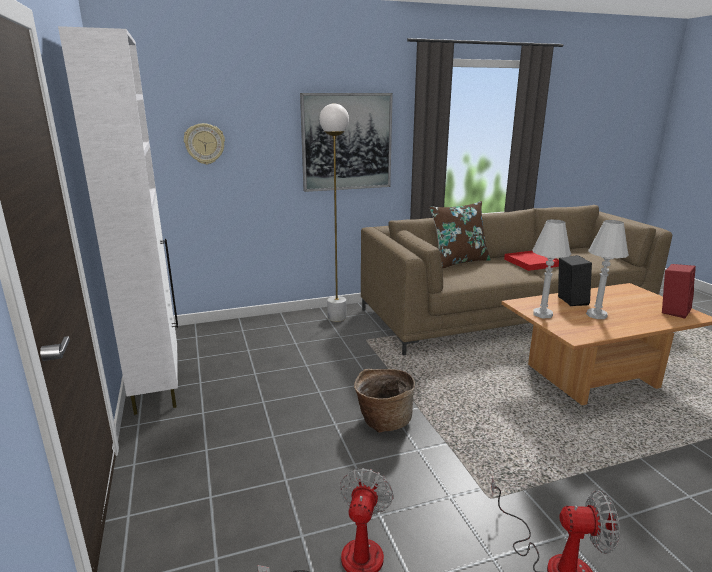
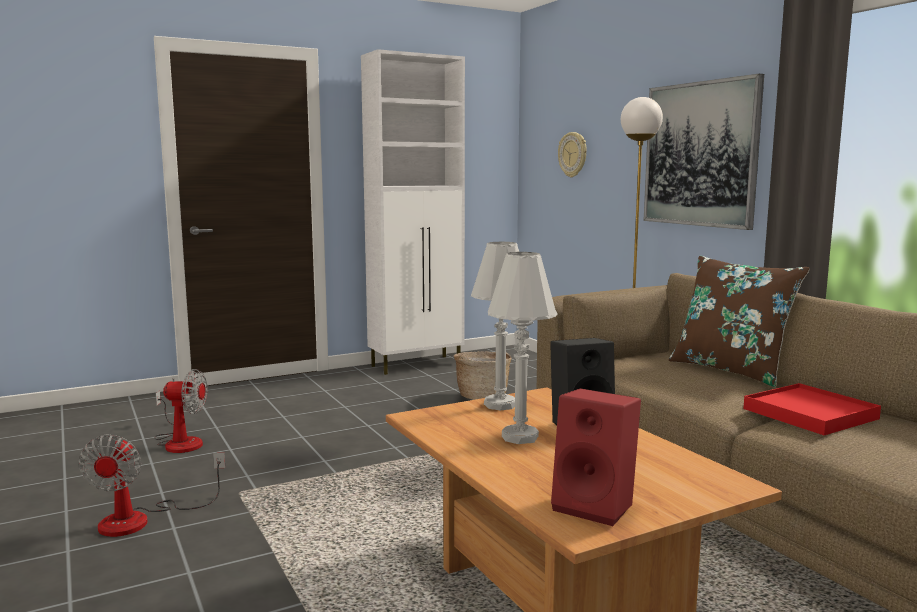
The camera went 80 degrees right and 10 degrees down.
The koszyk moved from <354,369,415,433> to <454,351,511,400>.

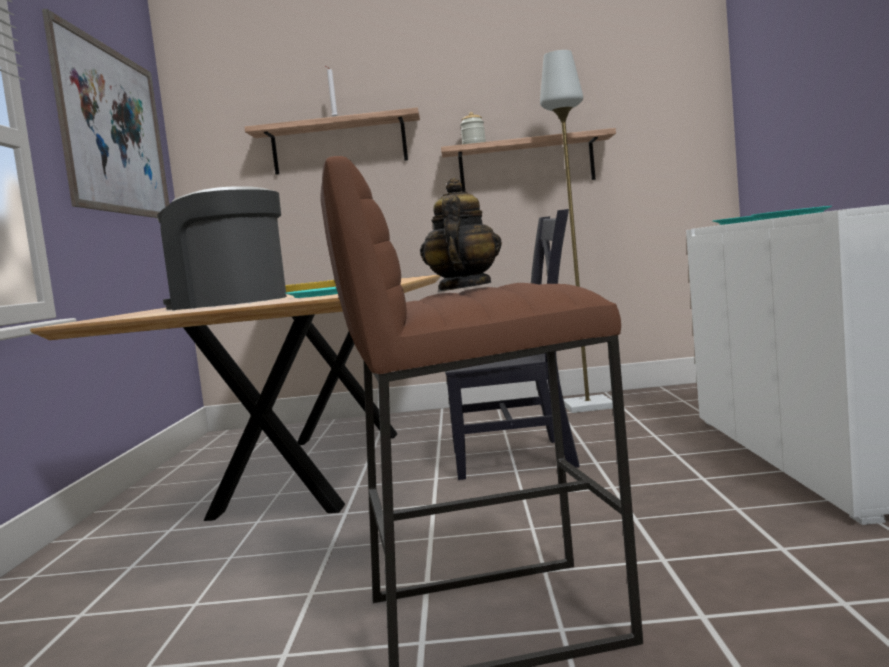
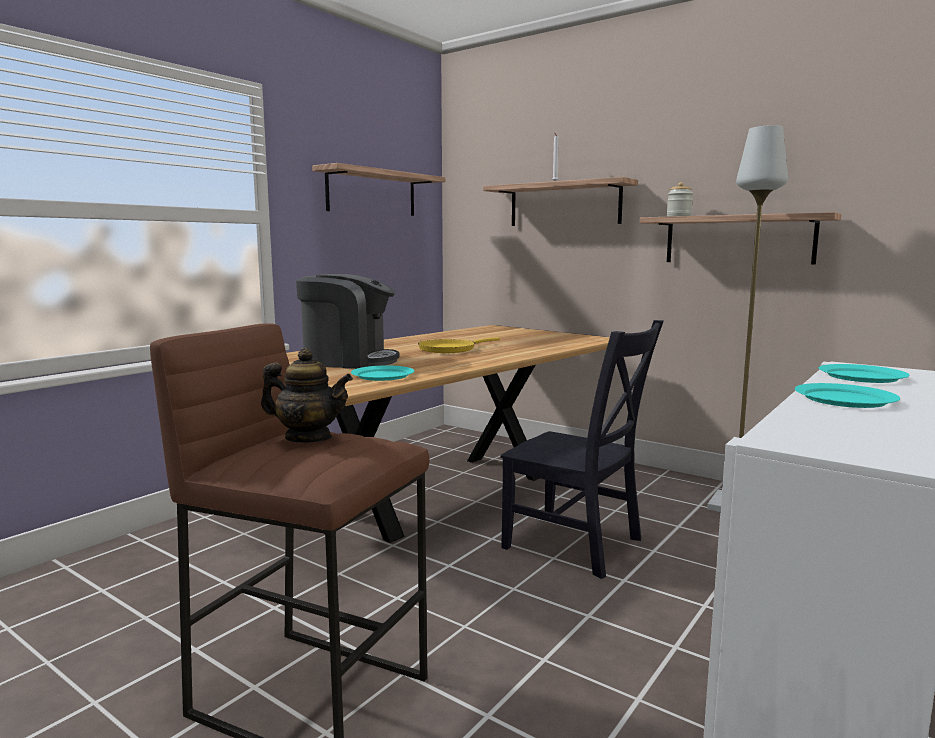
The camera went 35 degrees right and 5 degrees up.
The obraz at <42,9,169,218> was replaced by the półka at <312,163,446,216>.
The ekspres do kawy at <157,186,287,310> turned 135 degrees clockwise.
The imbryk at <420,178,502,292> turned 60 degrees clockwise.

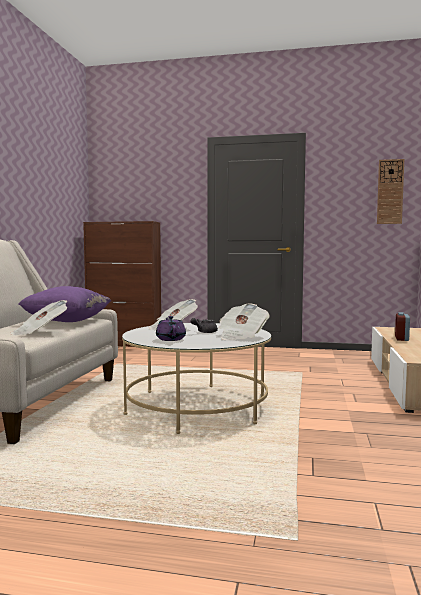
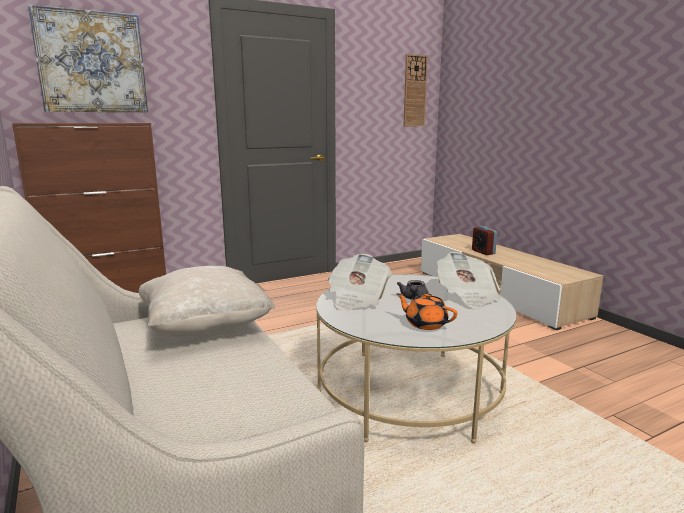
The camera went 40 degrees left and 10 degrees up.
The gazeta at <10,300,68,335> disappeared.
The poduszka/fioletowy at <18,286,111,322> became the poduszka/beżowy at <138,266,275,336>.
The imbryk/fioletowy at <156,316,186,341> became the imbryk/pomarańczowy at <396,293,457,330>.
The obraz at <28,4,148,112> appeared.

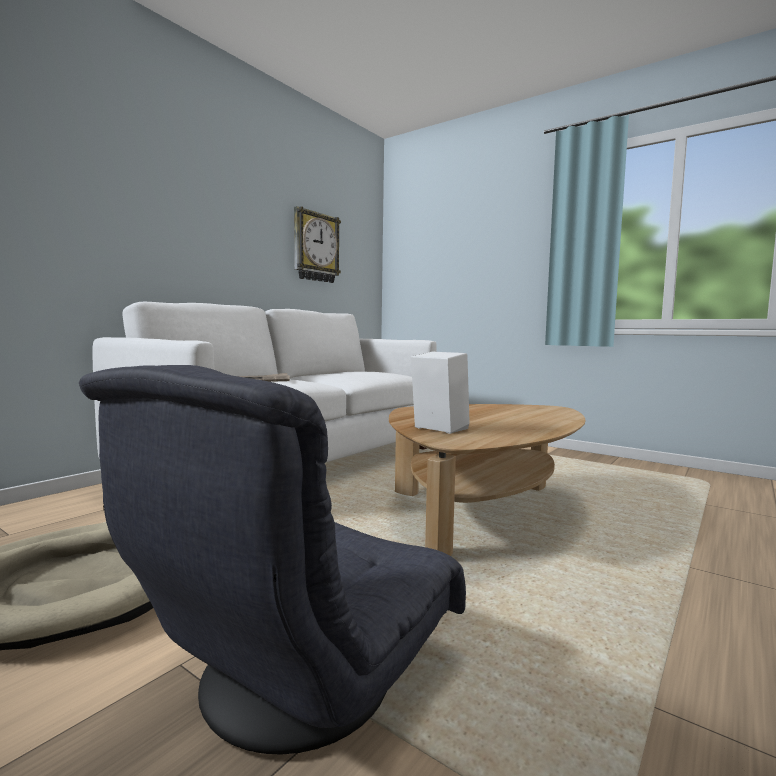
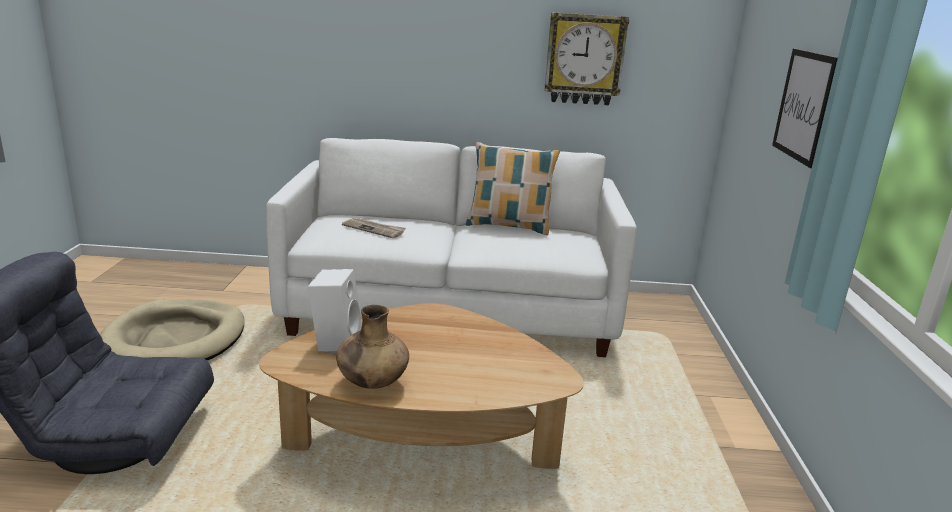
The camera went 55 degrees right and 15 degrees up.
The wazon/brązowy at <336,305,409,389> appeared.
The poduszka at <466,142,560,235> appeared.
The obraz at <772,49,838,168> appeared.

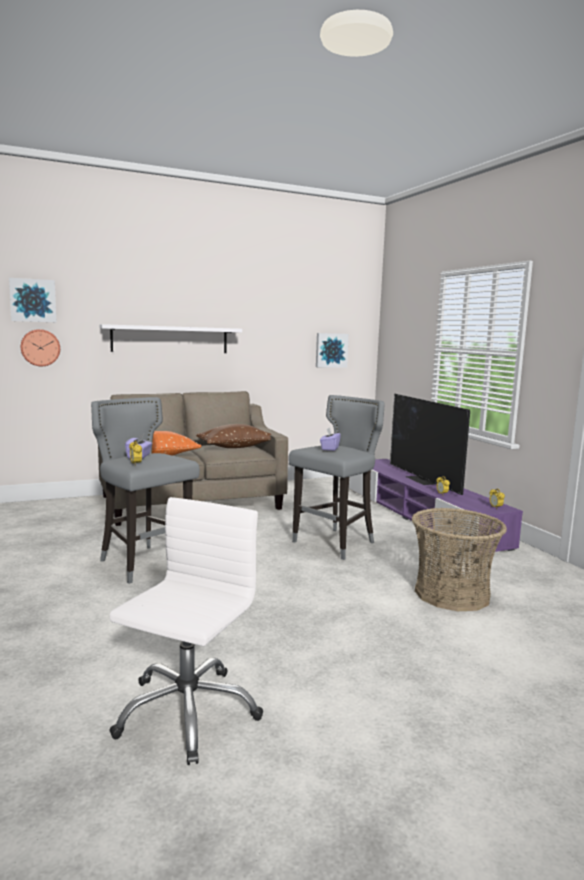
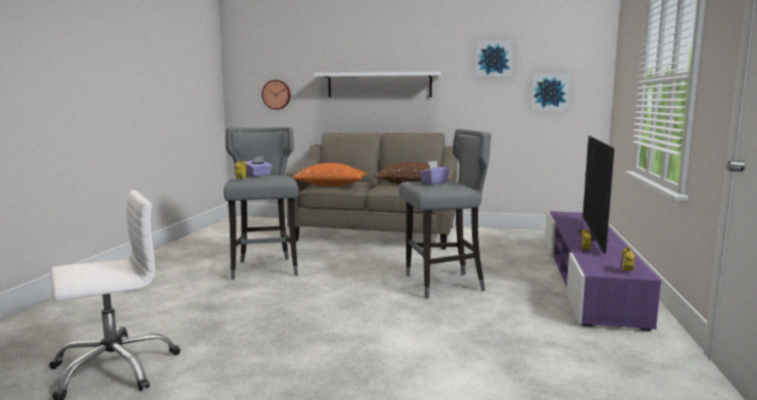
The camera went 35 degrees right and 0 degrees up.
The obraz moved from <9,278,57,322> to <475,40,514,78>.
The koszyk at <412,508,507,611> disappeared.

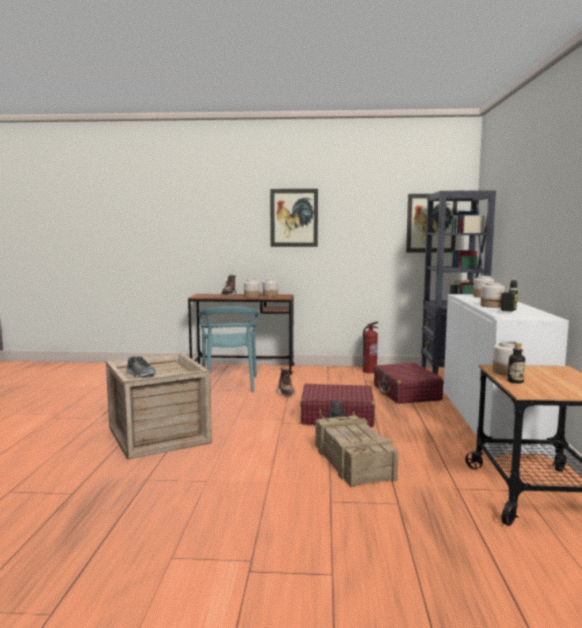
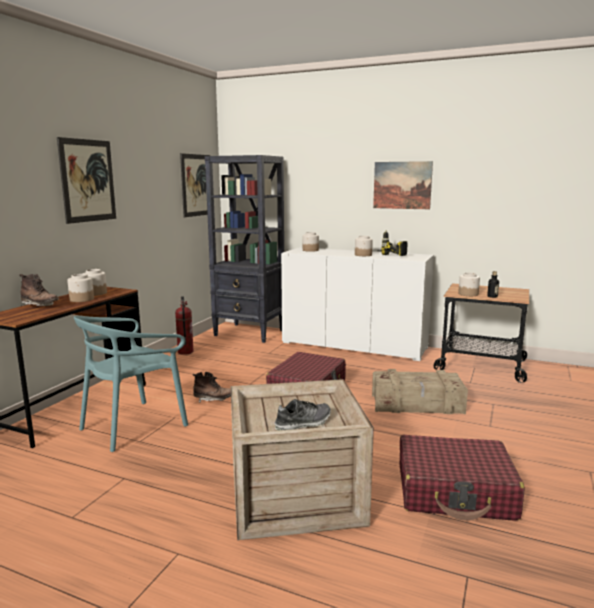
The camera went 70 degrees left and 5 degrees up.
The krzesło/turkusowy at <198,306,259,392> turned 120 degrees clockwise.
The walizka/czerwony moved from <374,363,444,404> to <400,435,525,521>.
The obraz at <373,161,433,209> appeared.

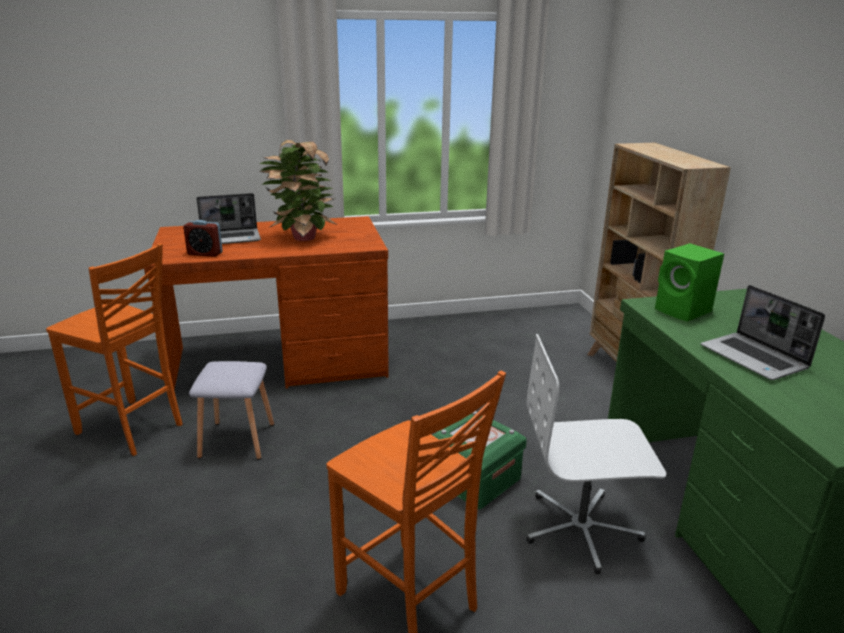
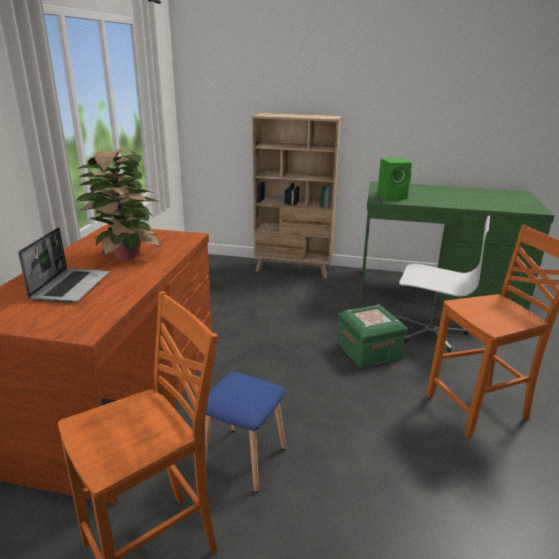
The camera went 65 degrees left and 0 degrees up.
The budzik at <183,220,223,257> disappeared.
The stołek/szary at <189,361,274,460> became the stołek/niebieski at <205,372,287,493>.
The krzesło biurowe/biały at <526,334,666,574> turned 90 degrees counterclockwise.
The laptop at <701,285,825,380> disappeared.

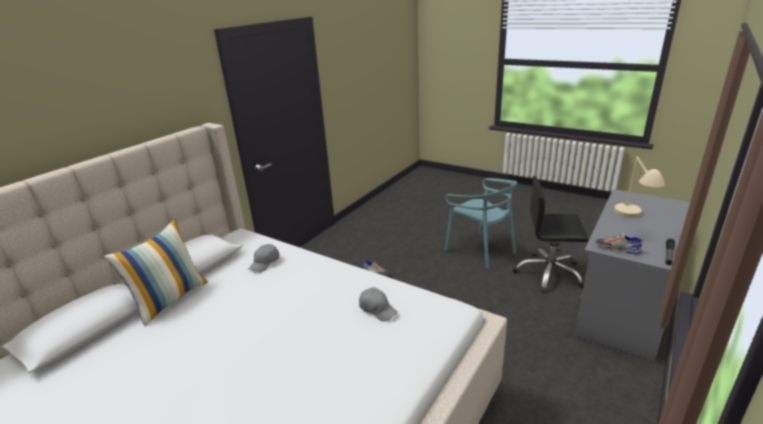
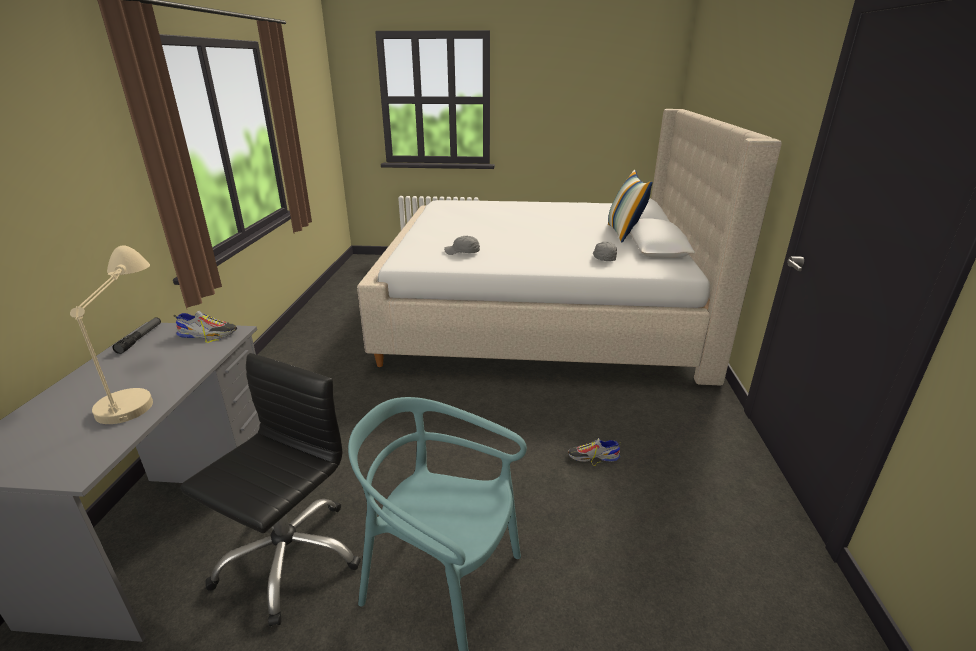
The camera went 150 degrees right and 0 degrees up.
The krzesło biurowe/czarny at <513,176,589,293> turned 45 degrees counterclockwise.

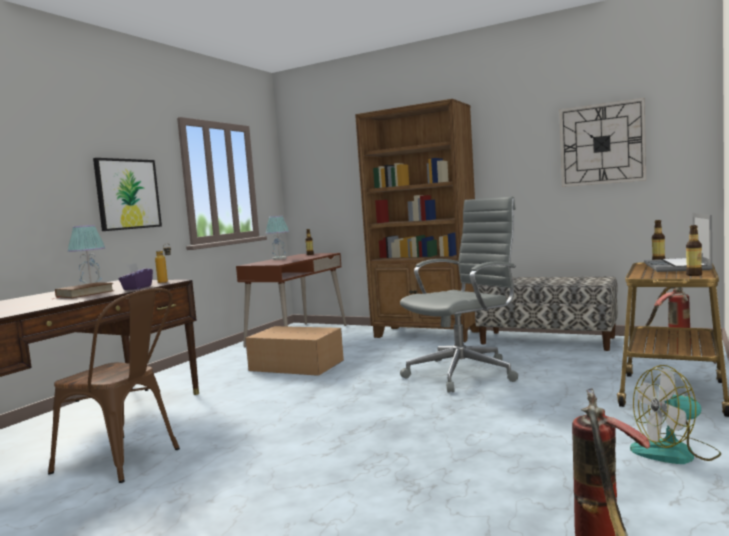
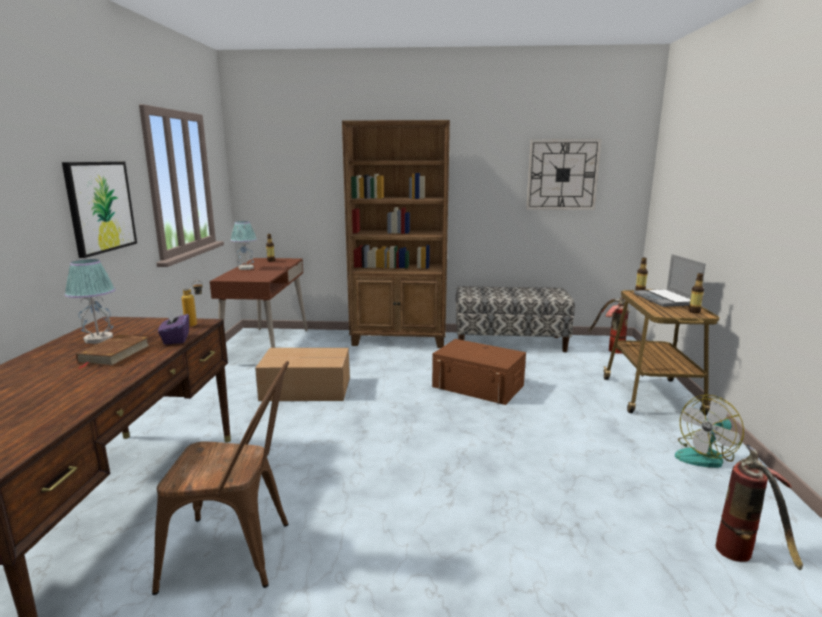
The camera went 25 degrees left and 10 degrees up.
The krzesło biurowe/szary at <400,197,518,393> was replaced by the pojemnik do przechowywania/brązowy at <432,339,526,405>.

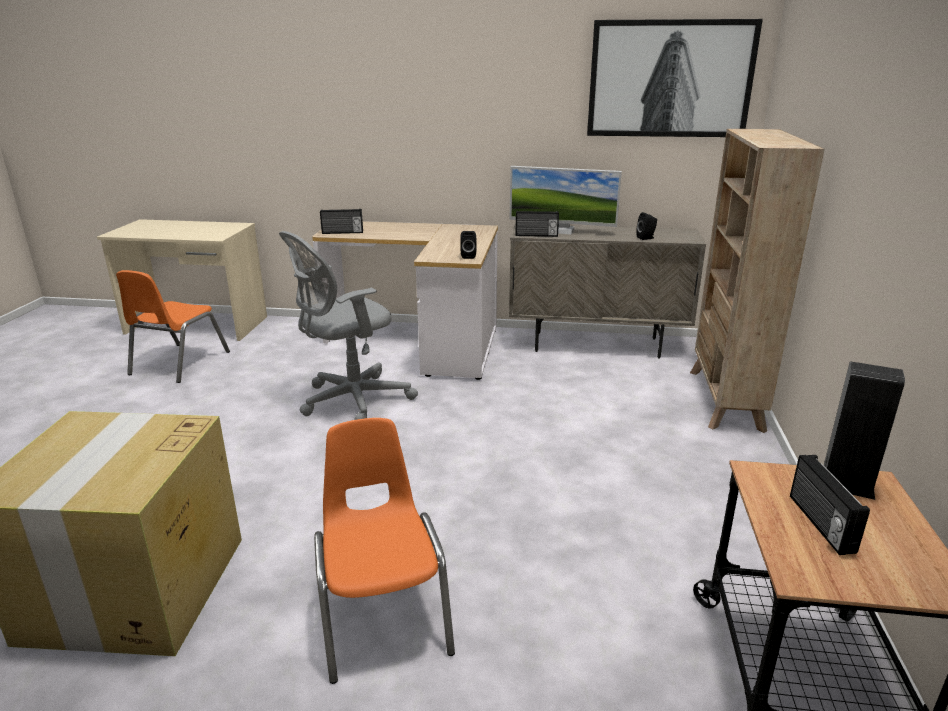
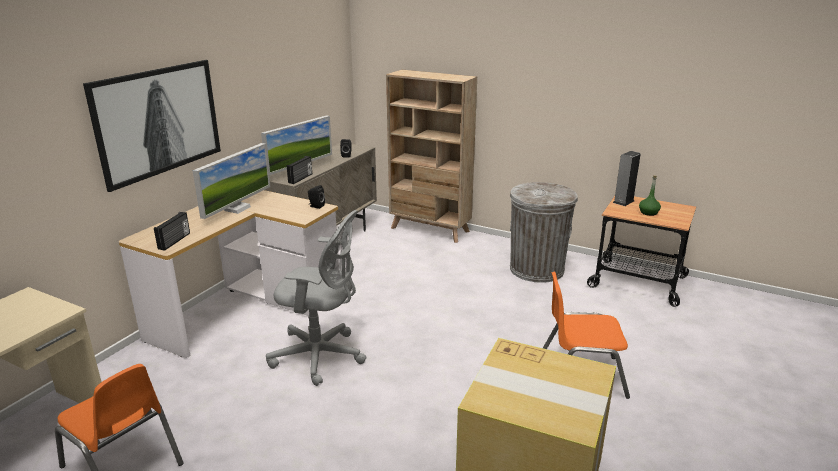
The camera went 70 degrees left and 0 degrees up.
The krzesło biurowe/szary at <279,231,418,420> turned 60 degrees counterclockwise.
The obraz moved from <587,19,763,137> to <83,60,221,192>.
The radio at <790,455,870,555> was replaced by the butelka/zielony at <639,175,661,216>.
The monitor at <193,143,271,219> appeared.
The kosz na śmieci/szary at <510,182,578,283> appeared.

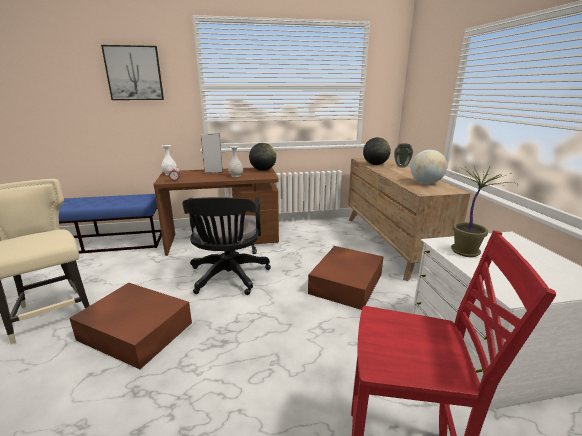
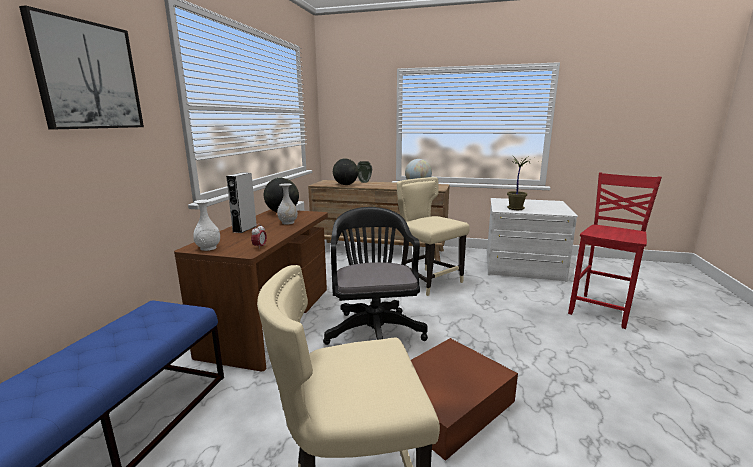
The camera went 65 degrees left and 5 degrees down.
The krzesło biurowe/czarny at <182,197,271,295> turned 120 degrees counterclockwise.
The pojemnik do przechowywania/brązowy at <308,246,384,310> was replaced by the krzesło/beżowy at <397,177,470,296>.

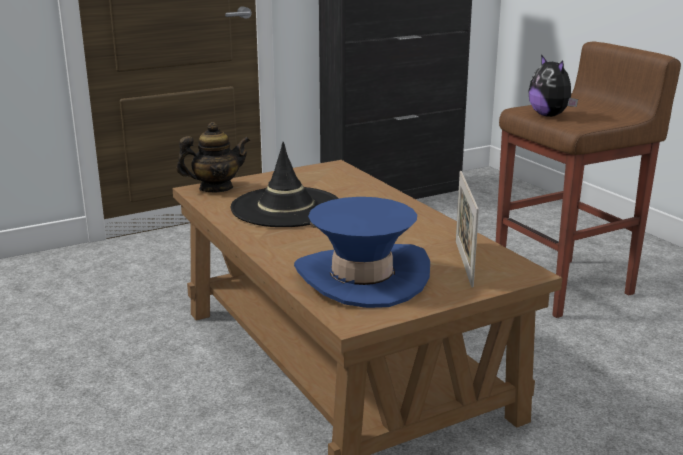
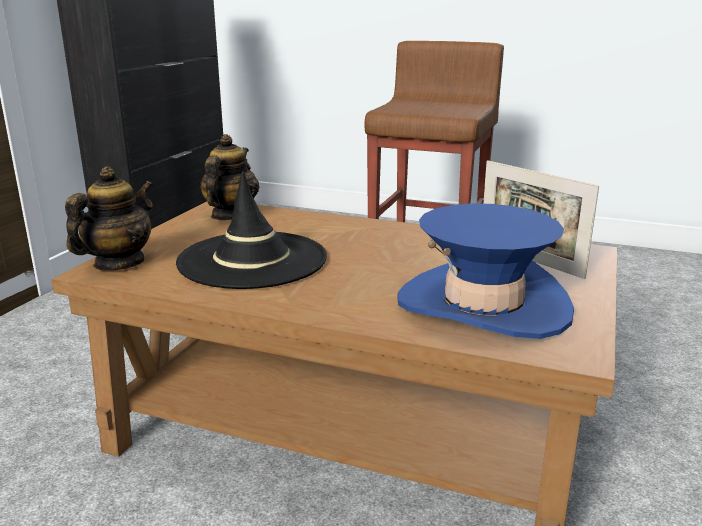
The camera went 40 degrees left and 0 degrees up.
The pluszak at <528,54,578,117> disappeared.
The imbryk at <200,134,260,220> appeared.

